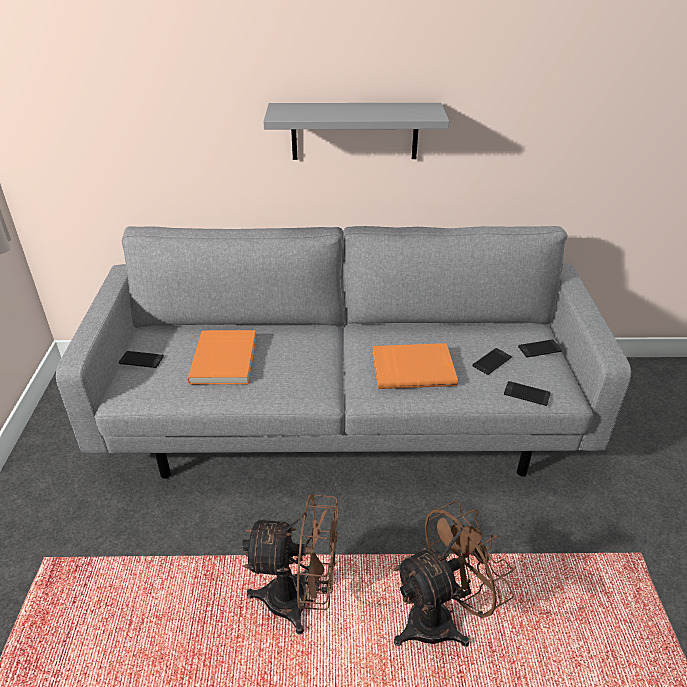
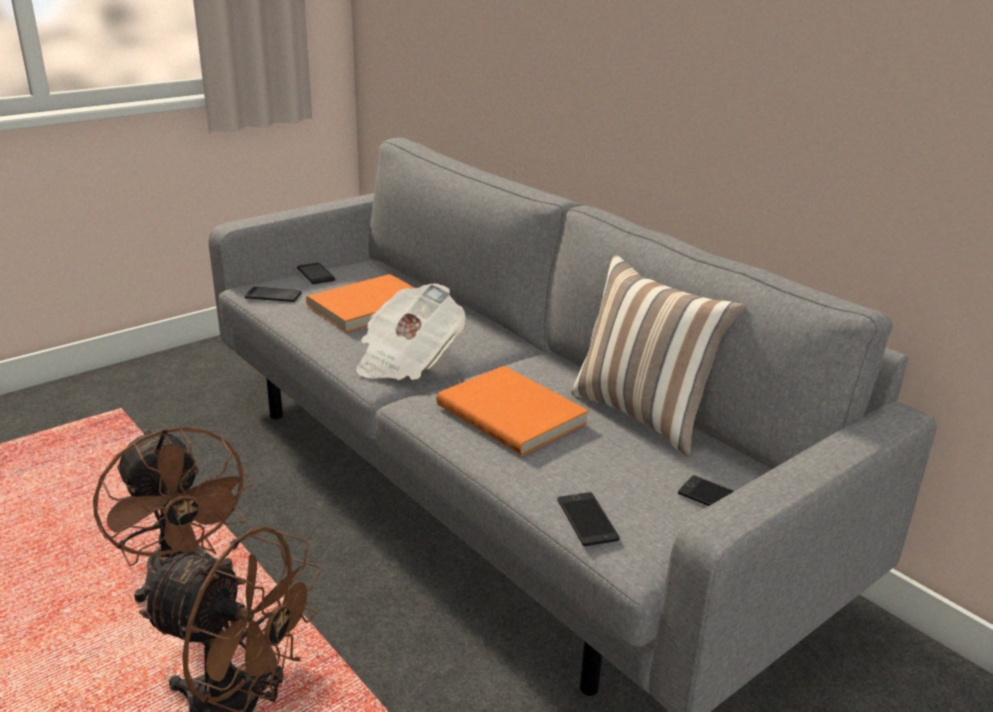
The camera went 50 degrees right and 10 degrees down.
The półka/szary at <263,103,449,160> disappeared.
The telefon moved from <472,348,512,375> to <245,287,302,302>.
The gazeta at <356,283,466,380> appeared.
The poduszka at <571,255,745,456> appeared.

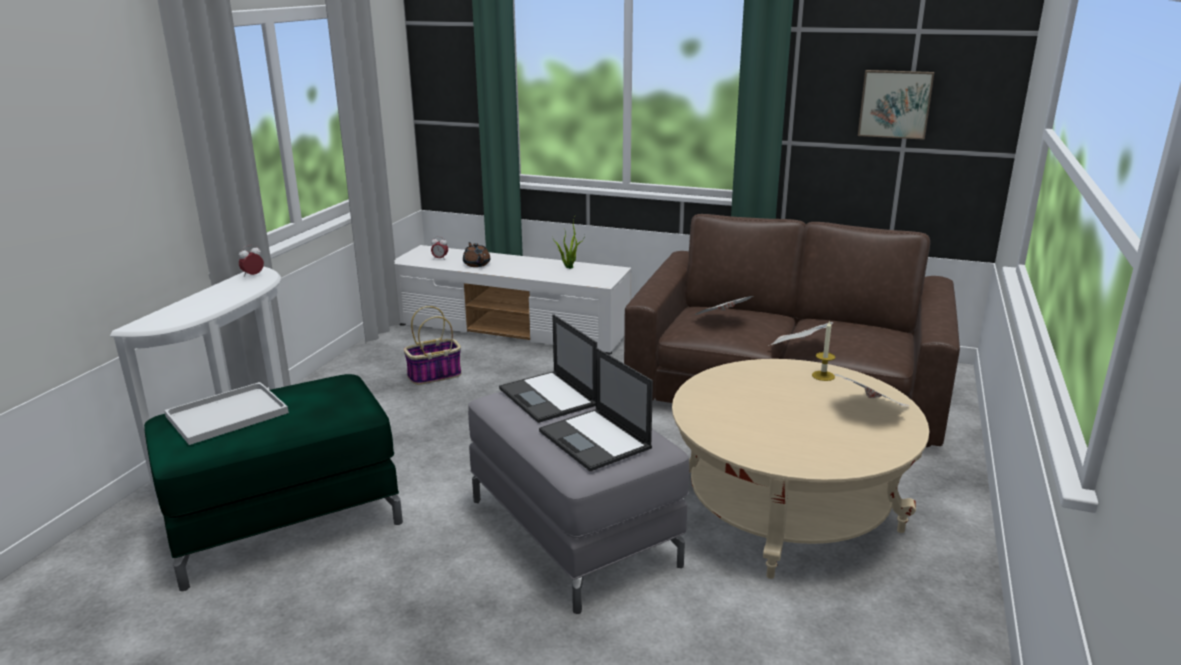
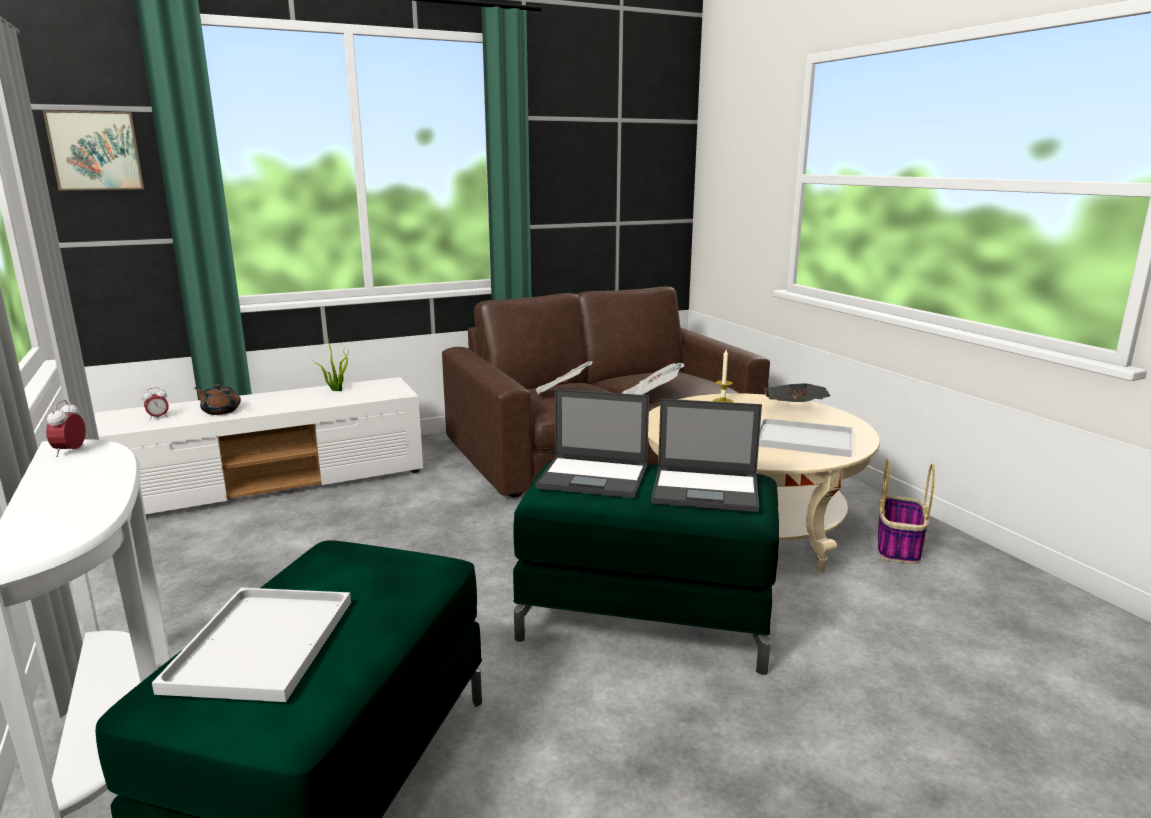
The camera went 45 degrees left and 5 degrees down.
The koszyk moved from <404,306,461,385> to <878,458,935,564>.
The pufa/szary at <468,391,689,614> became the pufa/zielony at <513,460,779,675>.
The obraz moved from <858,70,934,140> to <43,110,144,190>.
The taca/biały at <759,418,853,457> appeared.

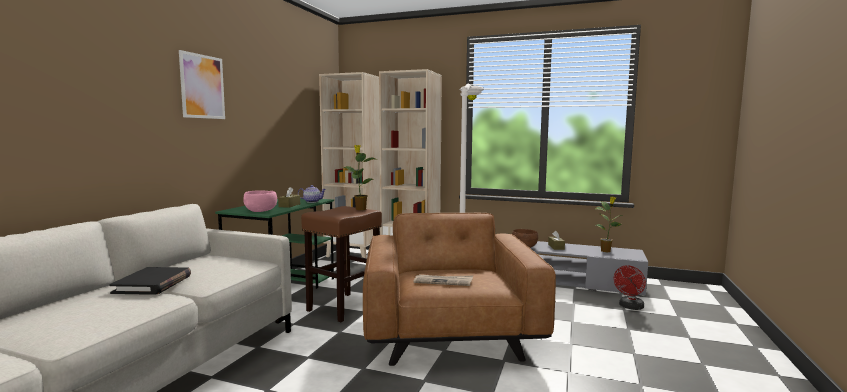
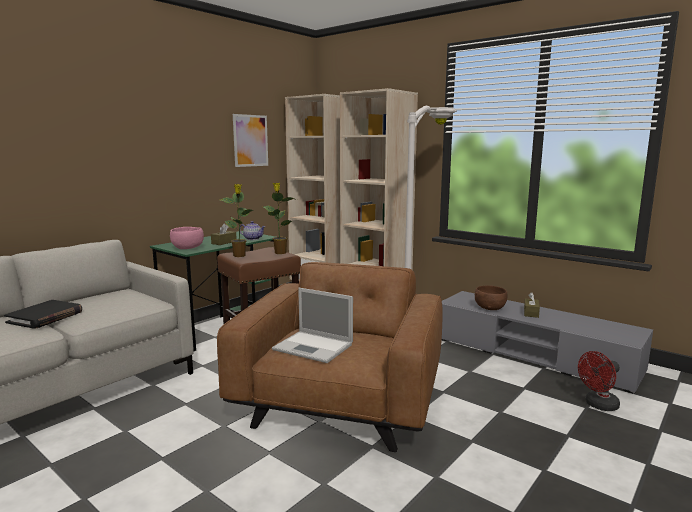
The camera went 20 degrees right and 5 degrees up.
The obraz moved from <179,50,225,119> to <233,114,268,167>.
The gazeta at <413,275,473,286> was replaced by the laptop at <272,288,353,363>.
The roślina doniczkowa moved from <595,197,622,252> to <220,184,254,257>.

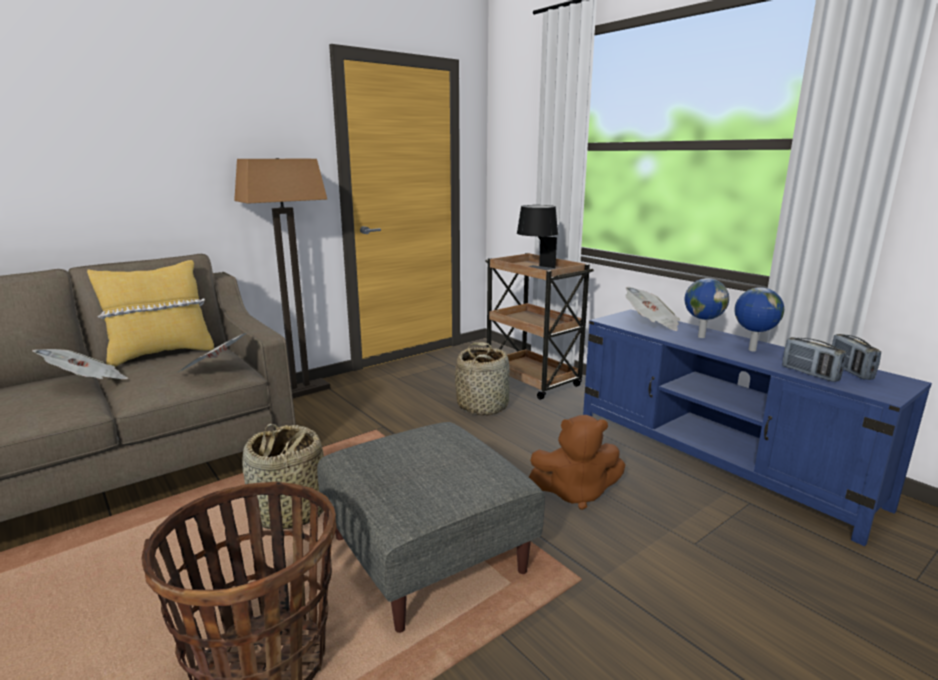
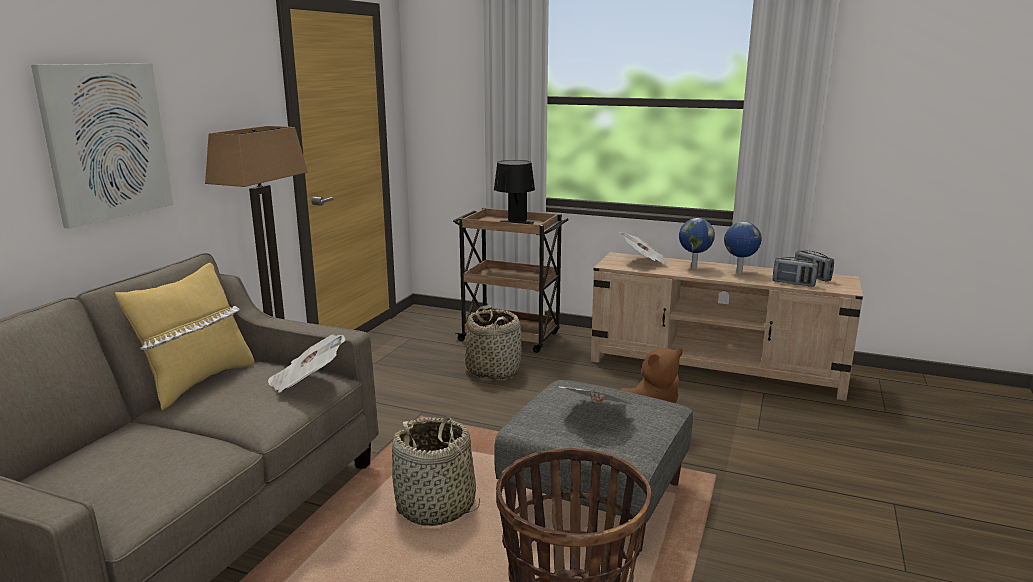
The camera went 30 degrees left and 0 degrees up.
The gazeta moved from <32,349,129,379> to <558,386,633,405>.
The szafka pod telewizor/niebieski at <583,309,932,546> became the szafka pod telewizor/beżowy at <591,252,863,401>.
The obraz at <31,63,173,229> appeared.

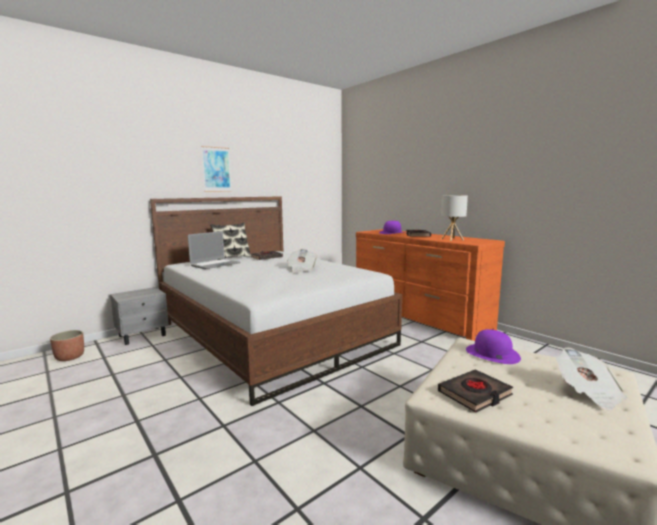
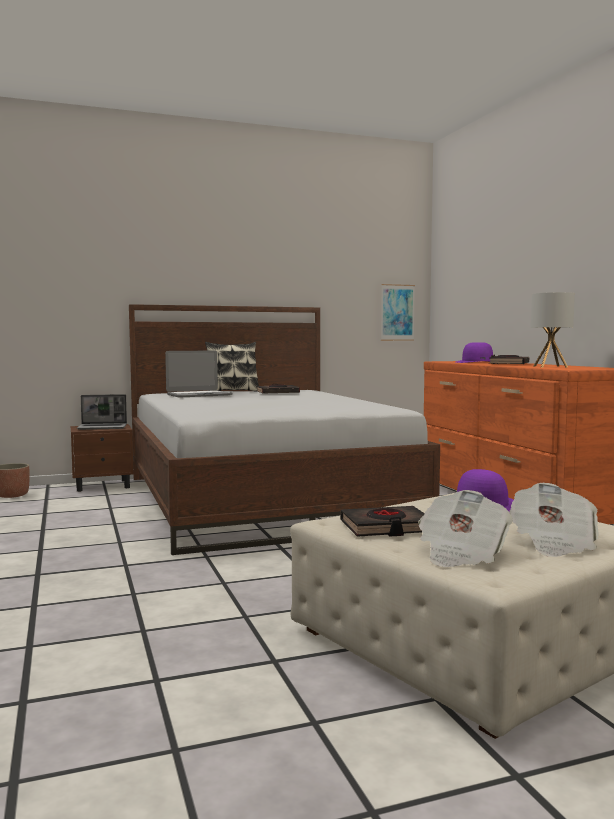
The camera went 20 degrees right and 5 degrees down.
The szafka nocna/szary at <110,287,169,345> became the szafka nocna/brązowy at <71,424,134,492>.
The obraz moved from <201,146,232,192> to <381,284,415,341>.
The gazeta moved from <287,249,318,273> to <418,490,513,567>.
The laptop at <77,394,127,430> appeared.

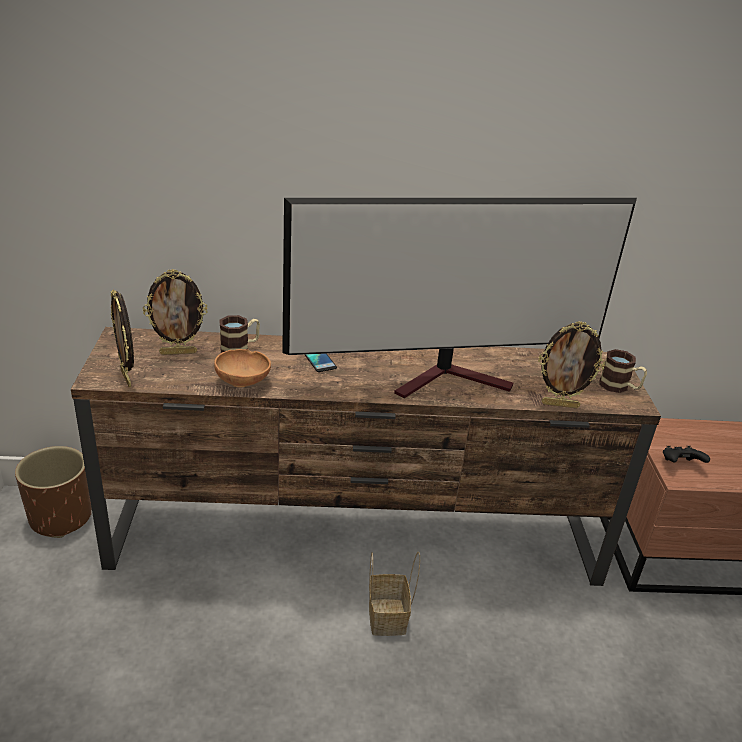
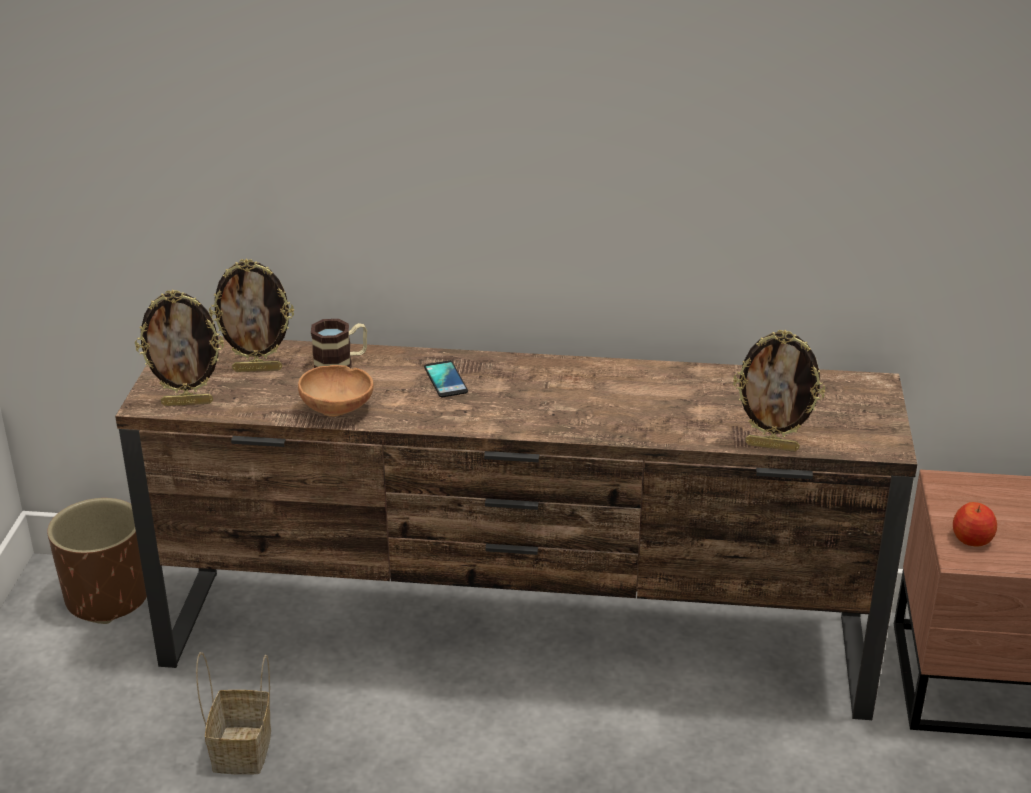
The camera went 10 degrees right and 0 degrees up.
The ramka na zdjęcie at <111,289,134,387> turned 75 degrees counterclockwise.
The telewizor at <282,198,637,398> disappeared.
The koszyk moved from <369,552,420,636> to <196,652,271,775>.
The kubek at <600,349,647,393> disappeared.
The pad do gier/czarny at <663,446,710,463> was replaced by the jabłko at <953,502,997,547>.

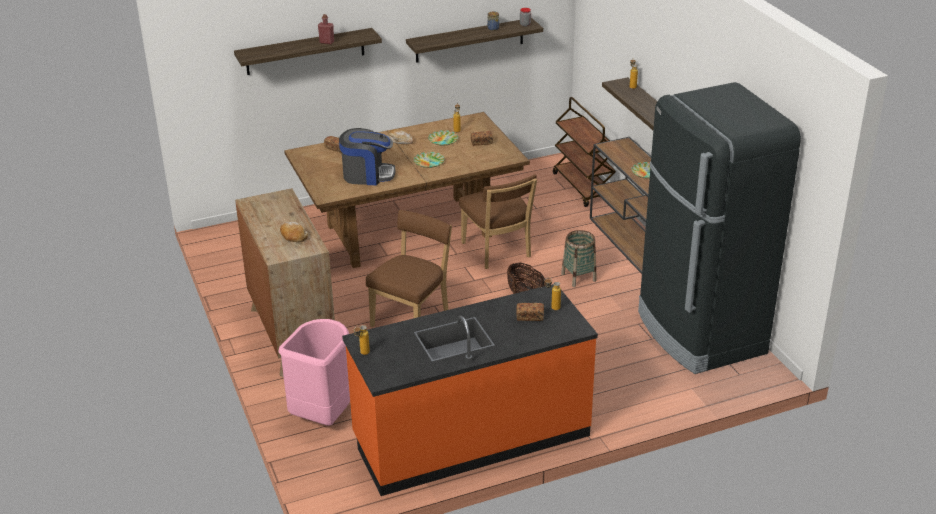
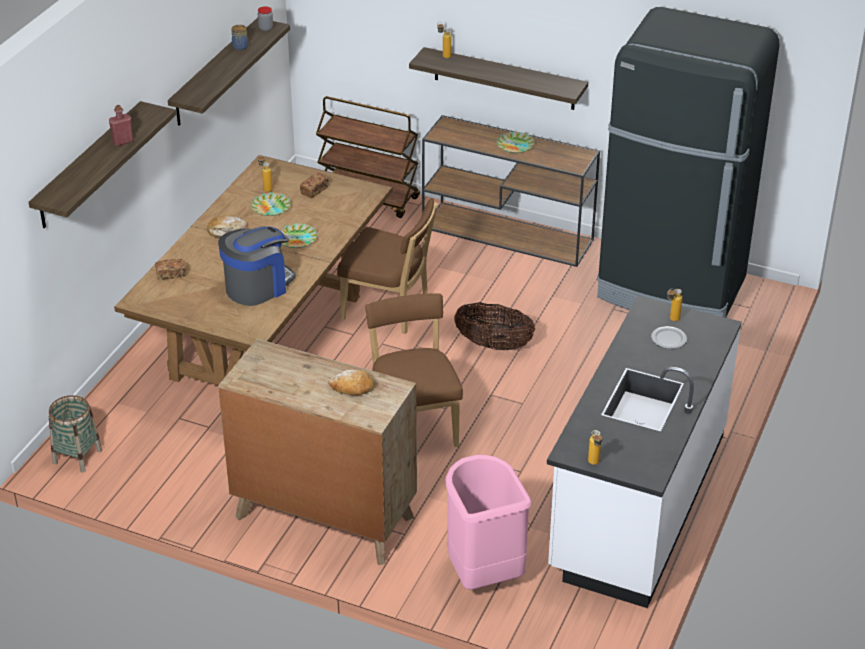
The camera went 45 degrees left and 5 degrees up.
The zabudowa kuchenna/pomarańczowy at <342,284,598,496> became the zabudowa kuchenna/biały at <547,296,742,608>.
The chleb at <516,303,544,321> was replaced by the talerz at <651,326,687,349>.
The koszyk moved from <561,230,596,287> to <49,395,102,472>.

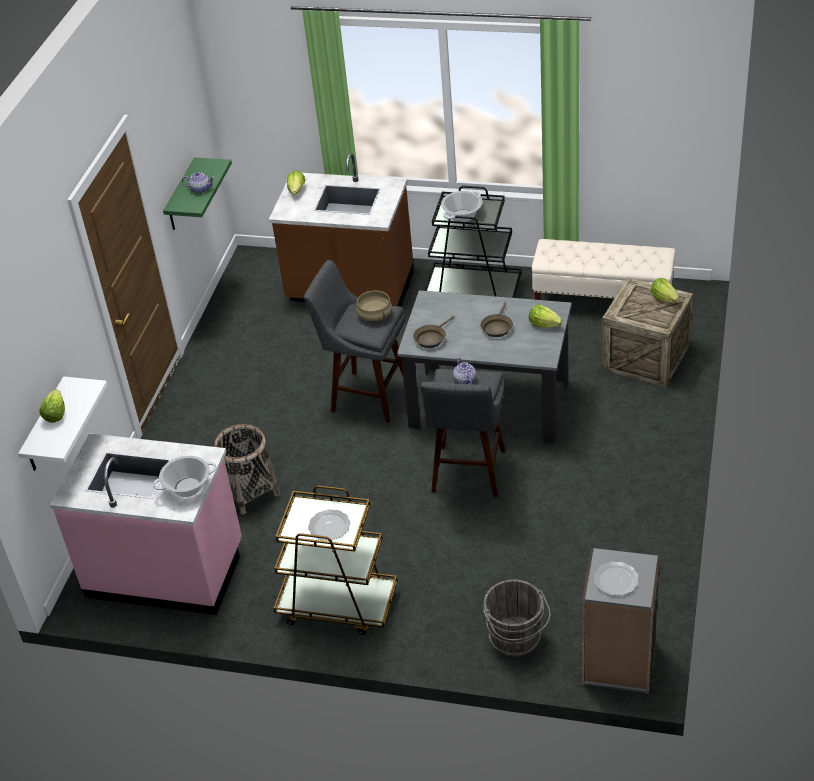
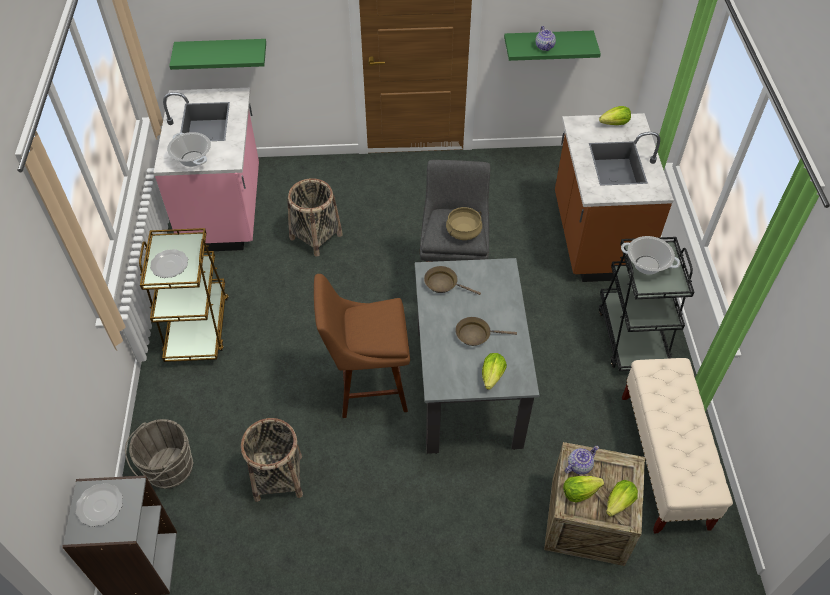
The camera went 70 degrees right and 10 degrees up.
The półka/biały at <18,376,108,471> became the półka/zielony at <169,39,266,70>.
The sałata moved from <39,390,65,423> to <563,476,604,502>.
The stołek/szary at <421,369,506,497> became the stołek/brązowy at <314,274,410,418>.
The imbryk moved from <453,357,476,384> to <565,446,599,475>.
The koszyk at <241,418,303,502> appeared.

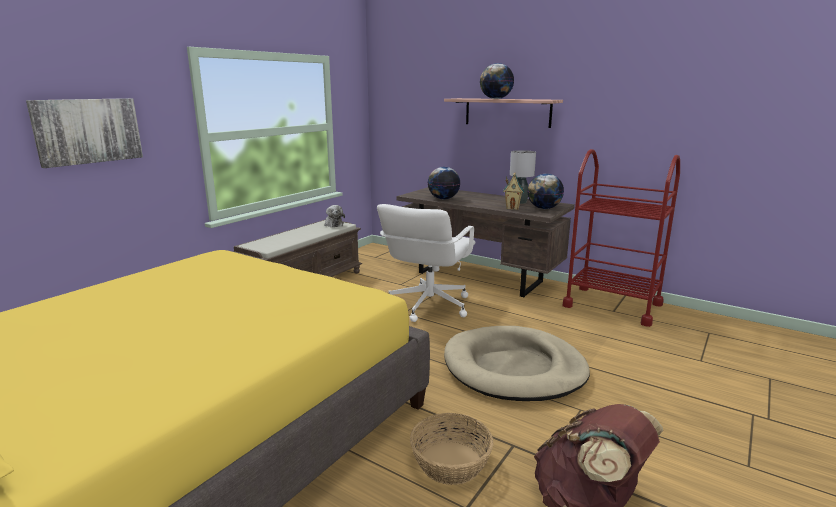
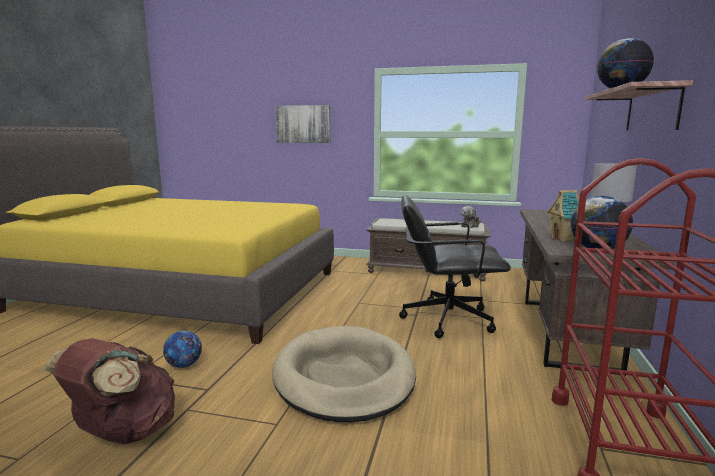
The camera went 70 degrees right and 5 degrees down.
The krzesło biurowe/biały at <377,204,475,322> became the krzesło biurowe/czarny at <399,195,511,338>.
The koszyk at <410,413,494,485> was replaced by the piłka futbolowa at <163,331,202,368>.
The globus at <428,167,460,199> disappeared.

